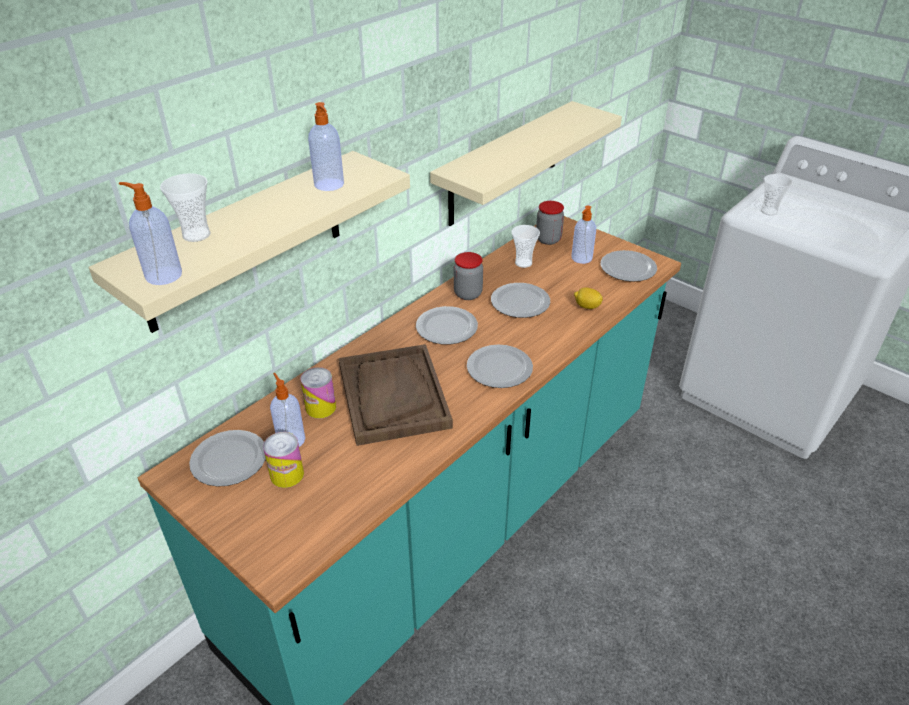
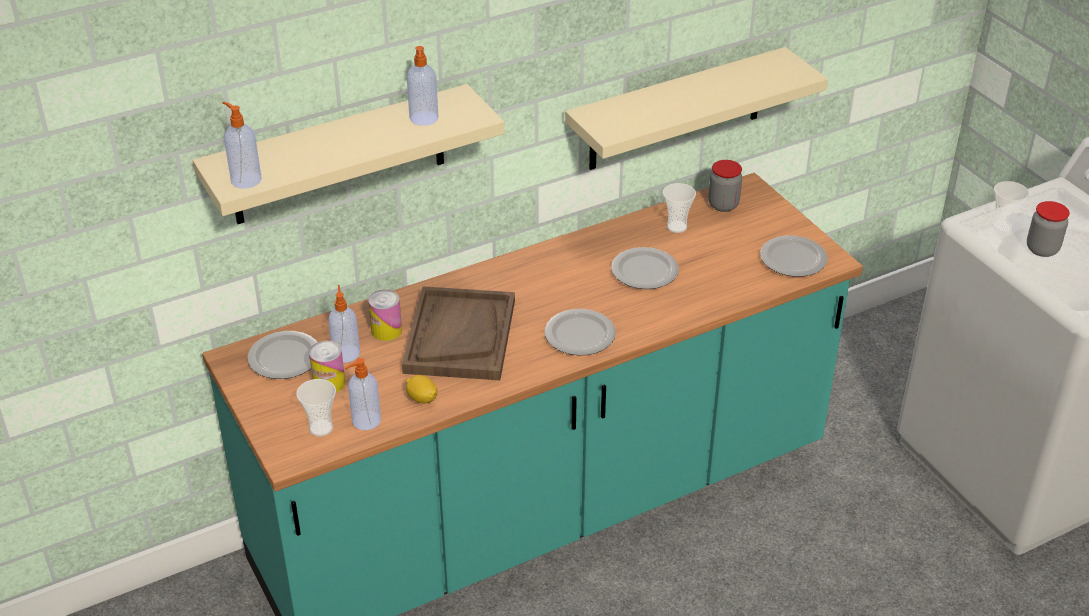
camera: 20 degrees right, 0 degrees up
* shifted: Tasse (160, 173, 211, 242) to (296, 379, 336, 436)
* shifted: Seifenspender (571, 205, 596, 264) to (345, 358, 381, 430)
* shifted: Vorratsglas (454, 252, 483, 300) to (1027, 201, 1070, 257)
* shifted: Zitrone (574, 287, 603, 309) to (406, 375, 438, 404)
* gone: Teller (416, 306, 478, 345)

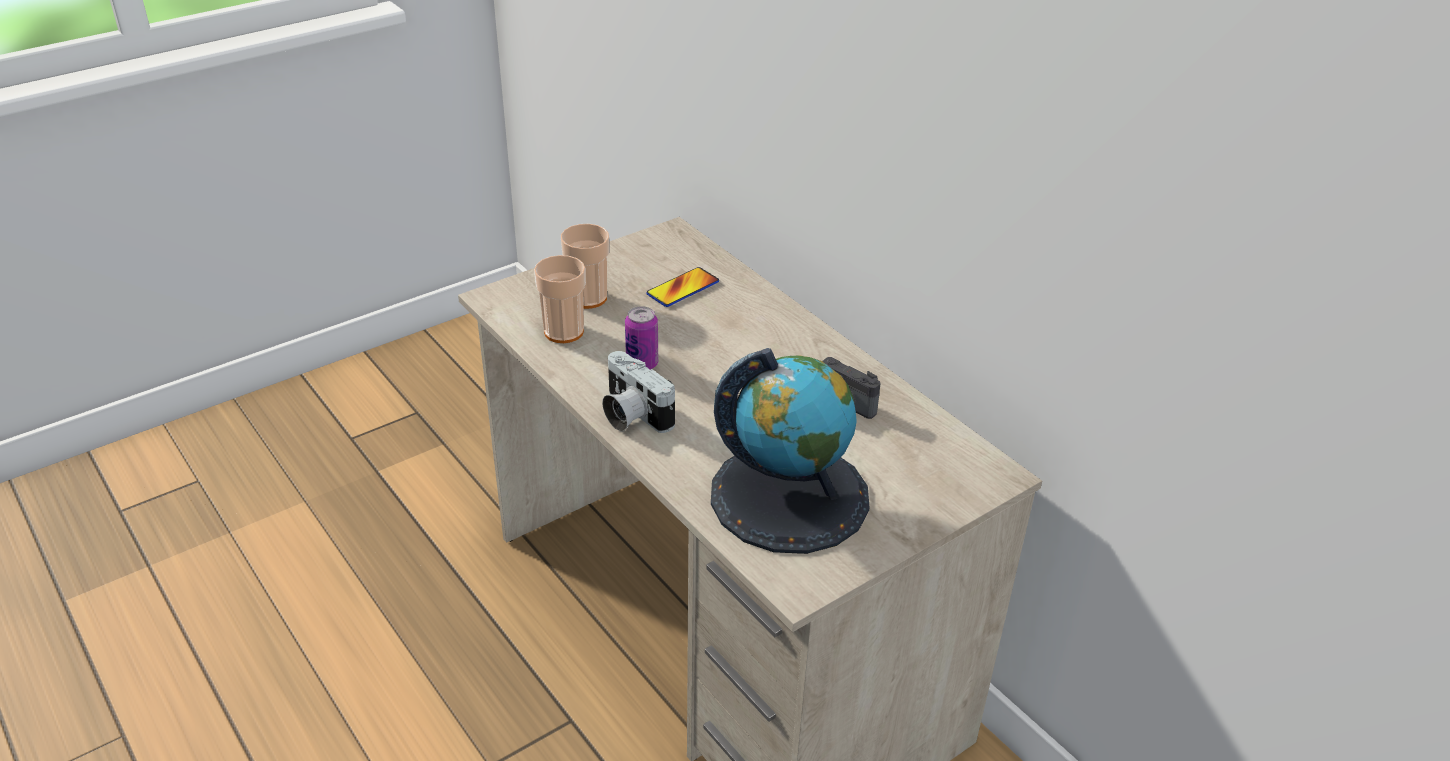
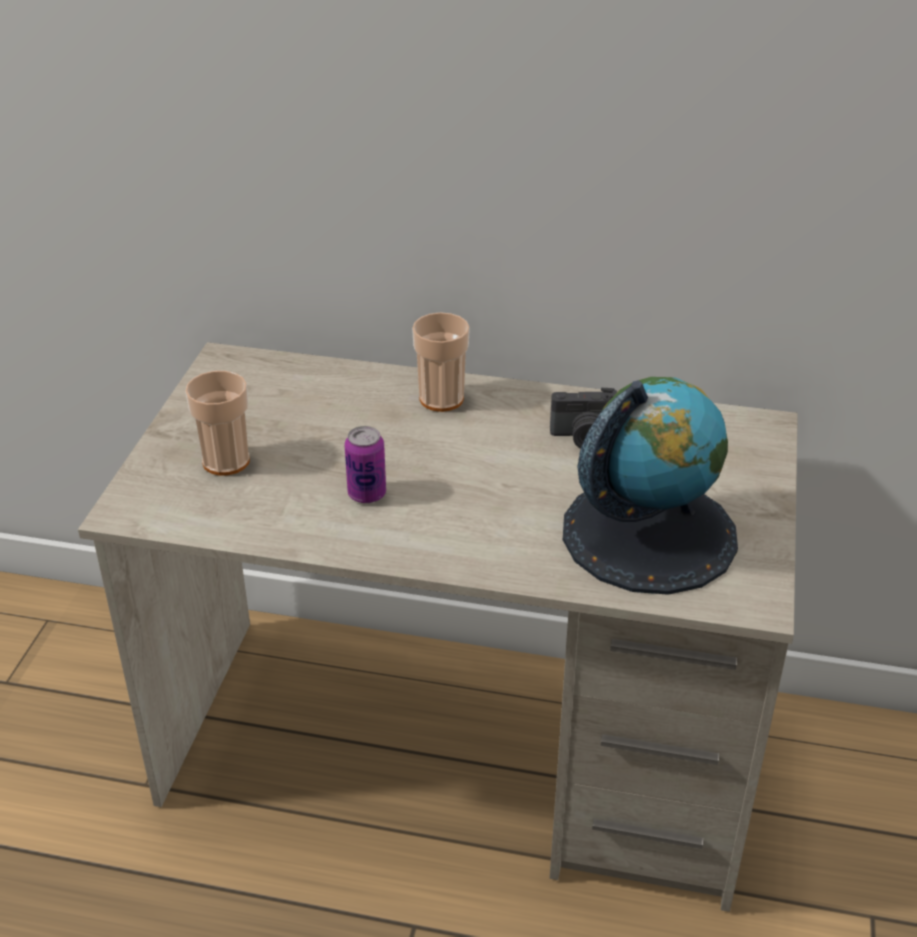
camera: 40 degrees left, 0 degrees up
* shifted: Tasse (534, 255, 586, 343) to (412, 312, 470, 412)
* gone: Handy (647, 267, 719, 307)
* gone: Kamera (602, 351, 675, 433)

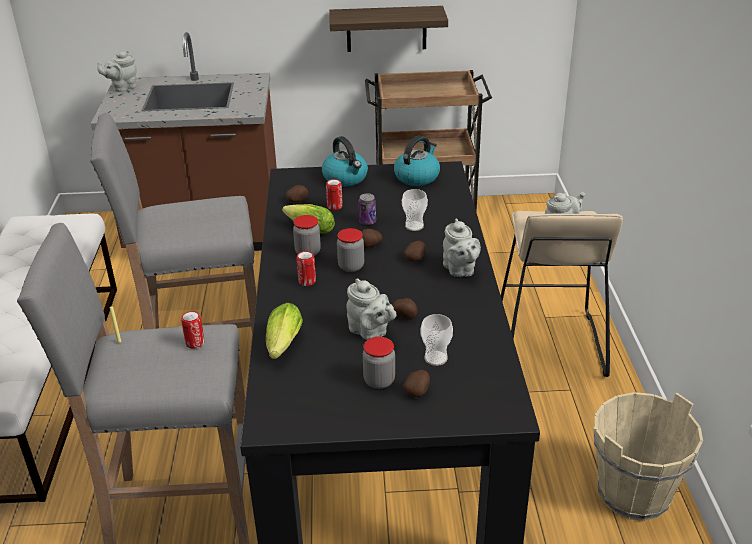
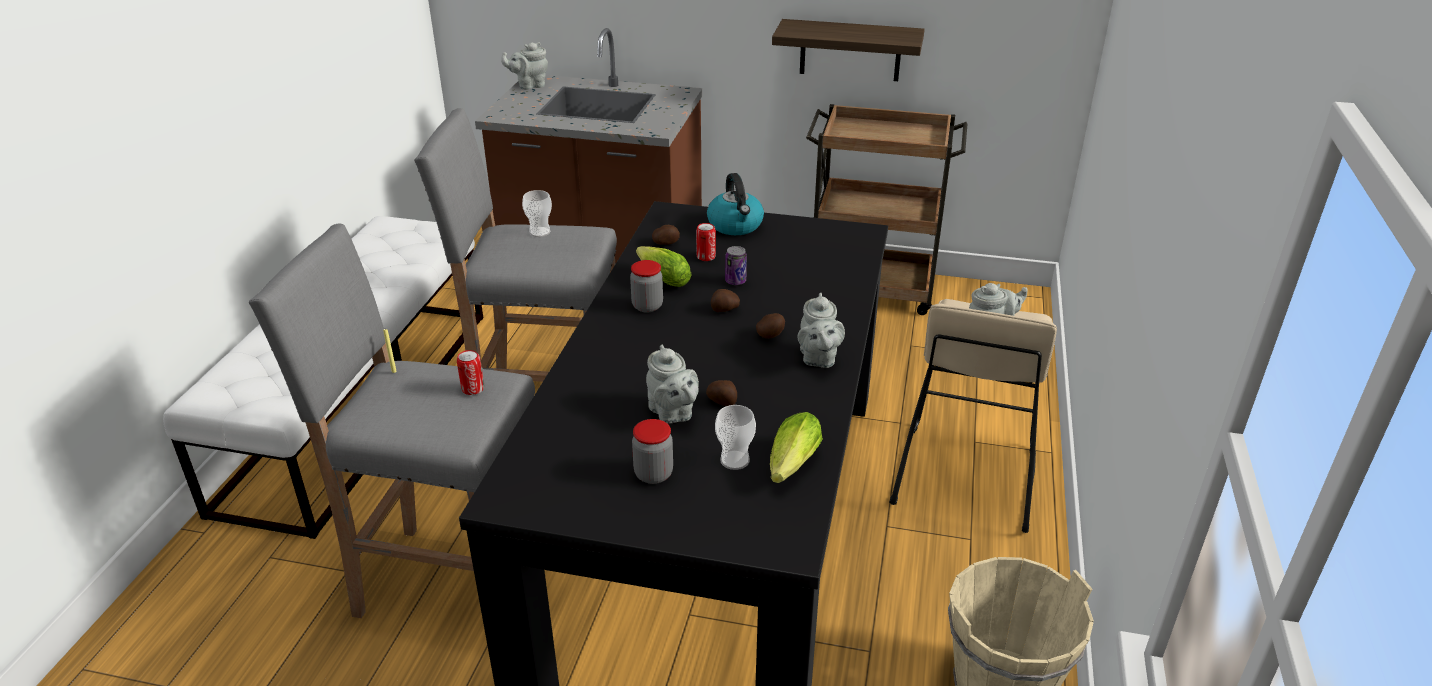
camera: 15 degrees right, 0 degrees up
* gone: Wasserkessel (394, 136, 440, 186)
* shifted: Tasse (402, 189, 428, 231) to (522, 190, 552, 237)
* gone: Vorratsglas (337, 228, 364, 272)
* gone: Dose (296, 251, 316, 286)
* shifted: Salatkopf (266, 303, 303, 359) to (770, 412, 823, 483)
* gone: Kartoffel (403, 370, 430, 397)

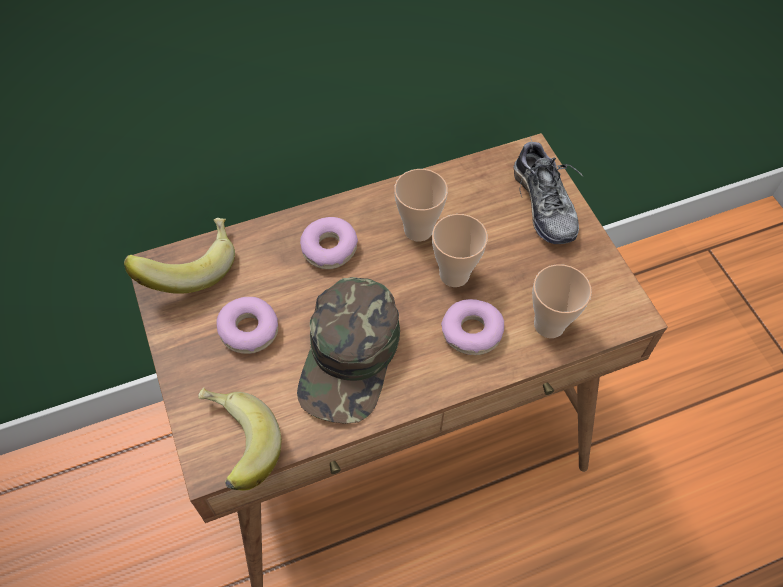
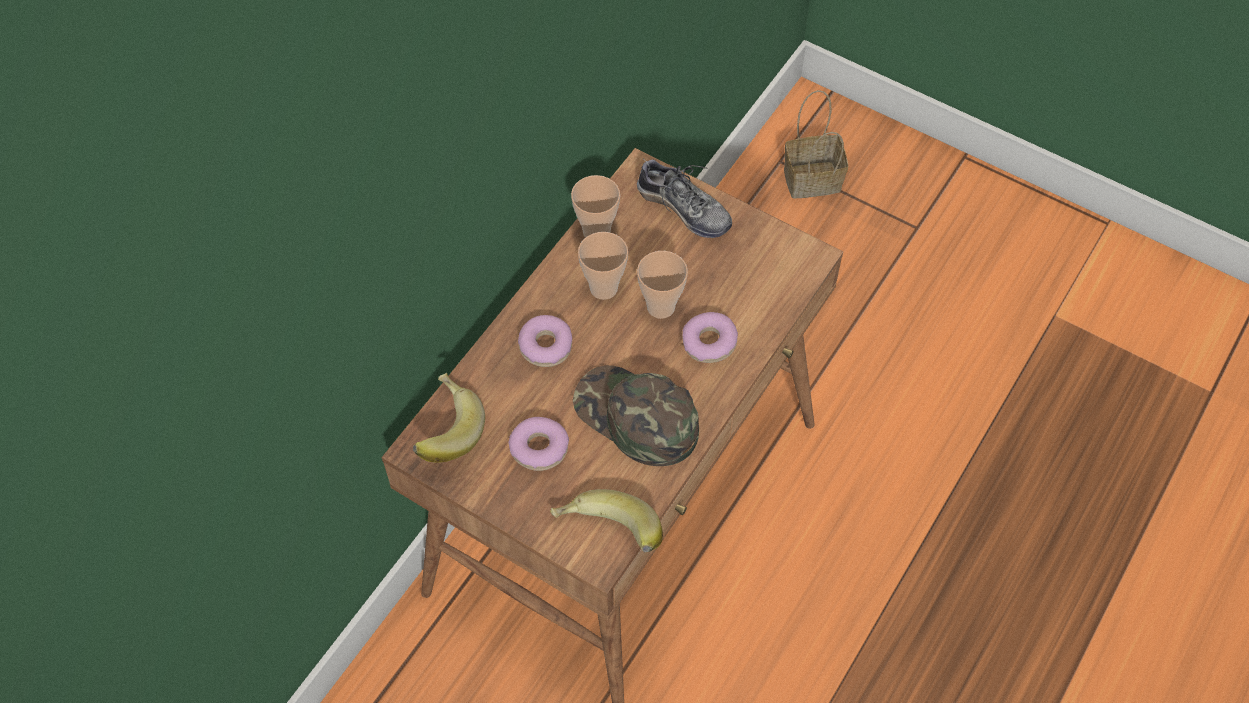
camera: 35 degrees left, 0 degrees up
* shifted: Tasse (532, 264, 592, 338) to (571, 175, 620, 238)
* rotated: Kappe/grün (297, 277, 400, 424) = (573, 365, 699, 466) 150 degrees clockwise
* new: Korb (784, 90, 848, 199)

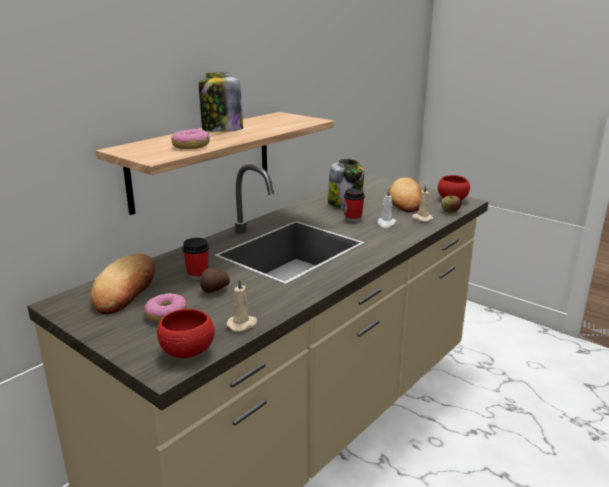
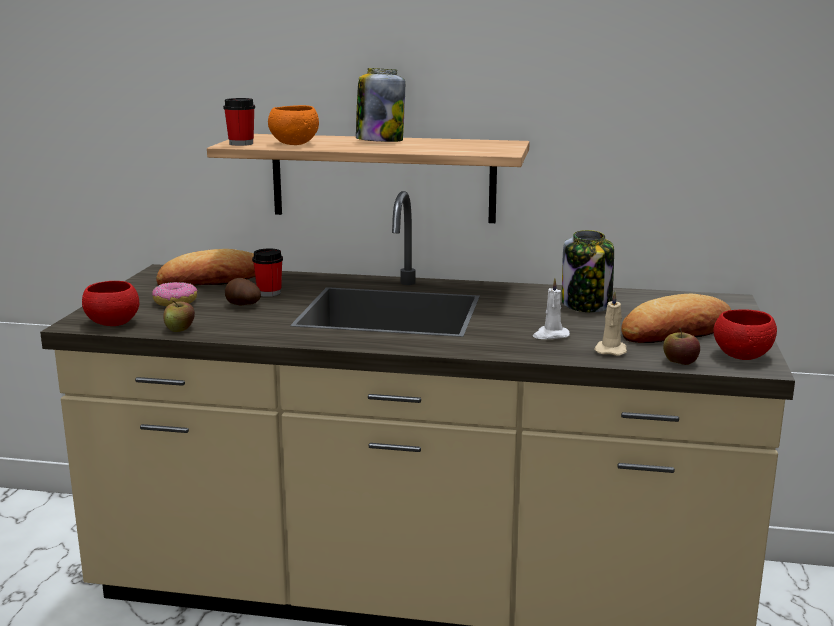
camera: 60 degrees right, 5 degrees down
* swapped: Donut (171, 129, 210, 149) to Schüssel/orange (268, 105, 319, 145)
* shifted: Tasse (344, 188, 365, 222) to (223, 98, 255, 146)
* swapped: Kerze/beige (227, 278, 258, 332) to Apfel (163, 300, 195, 332)

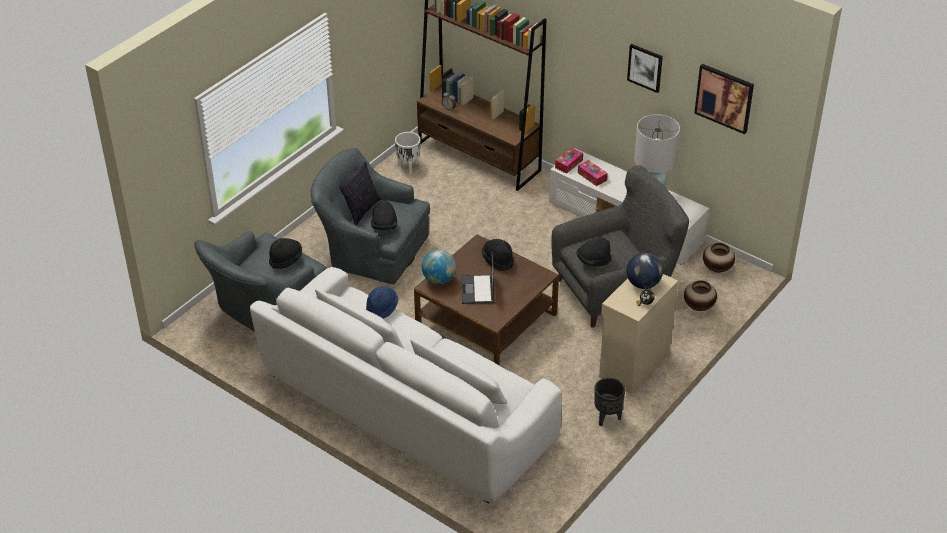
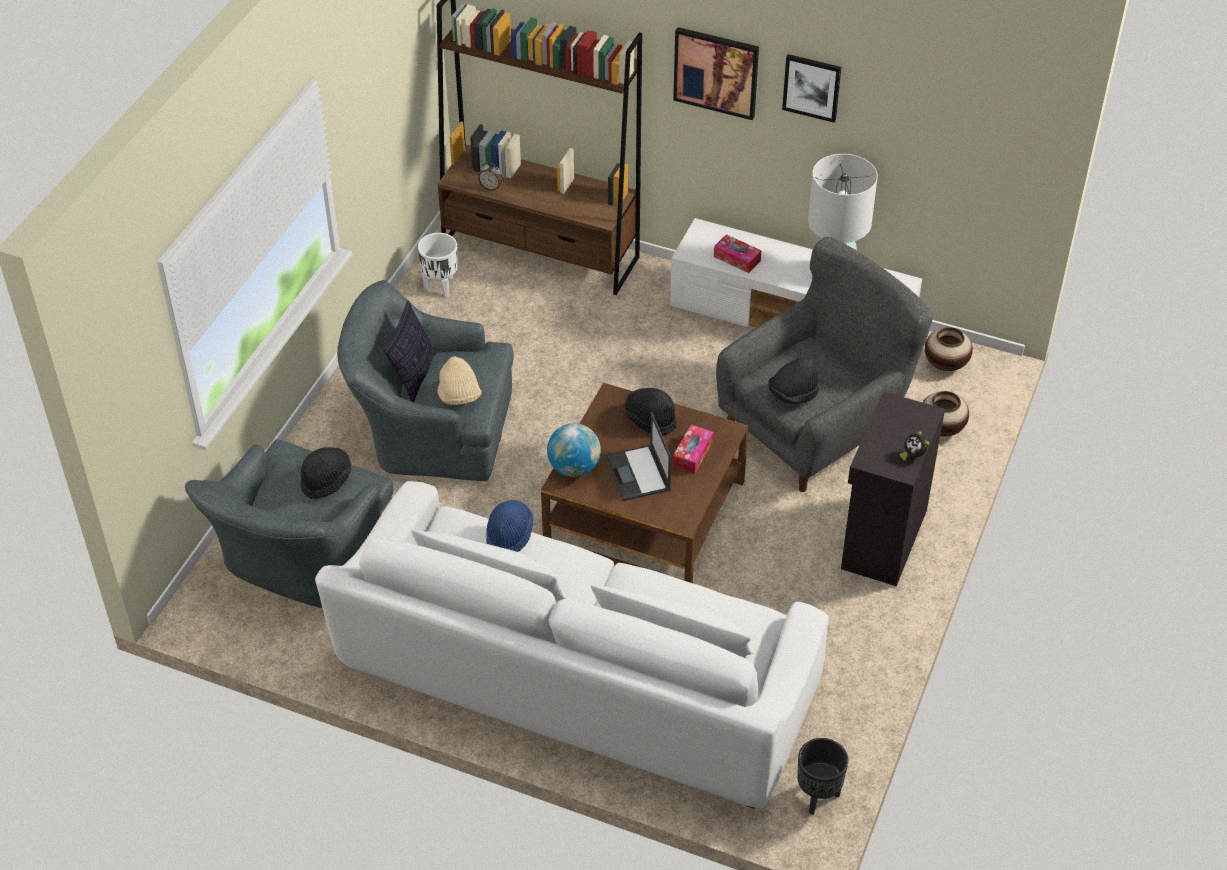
camera: 15 degrees left, 5 degrees up
* shifted: Bild (694, 64, 754, 134) to (673, 27, 759, 120)
* shifted: Taschentuchbox (555, 148, 583, 174) to (672, 425, 713, 474)
* repainted: Hut/schwarz (371, 200, 397, 230) to Hut/beige (437, 356, 482, 405)
* gone: Globus (626, 253, 663, 289)
* repainted: Schrank/beige (599, 274, 678, 394) to Schrank/schwarz (841, 391, 945, 586)
* shifted: Pflanzkübel/schwarz (594, 378, 625, 426) to (797, 738, 848, 815)

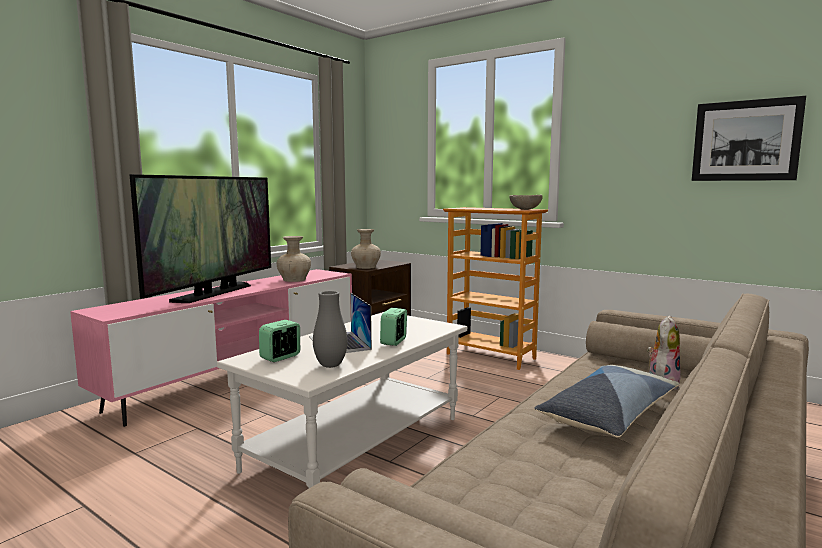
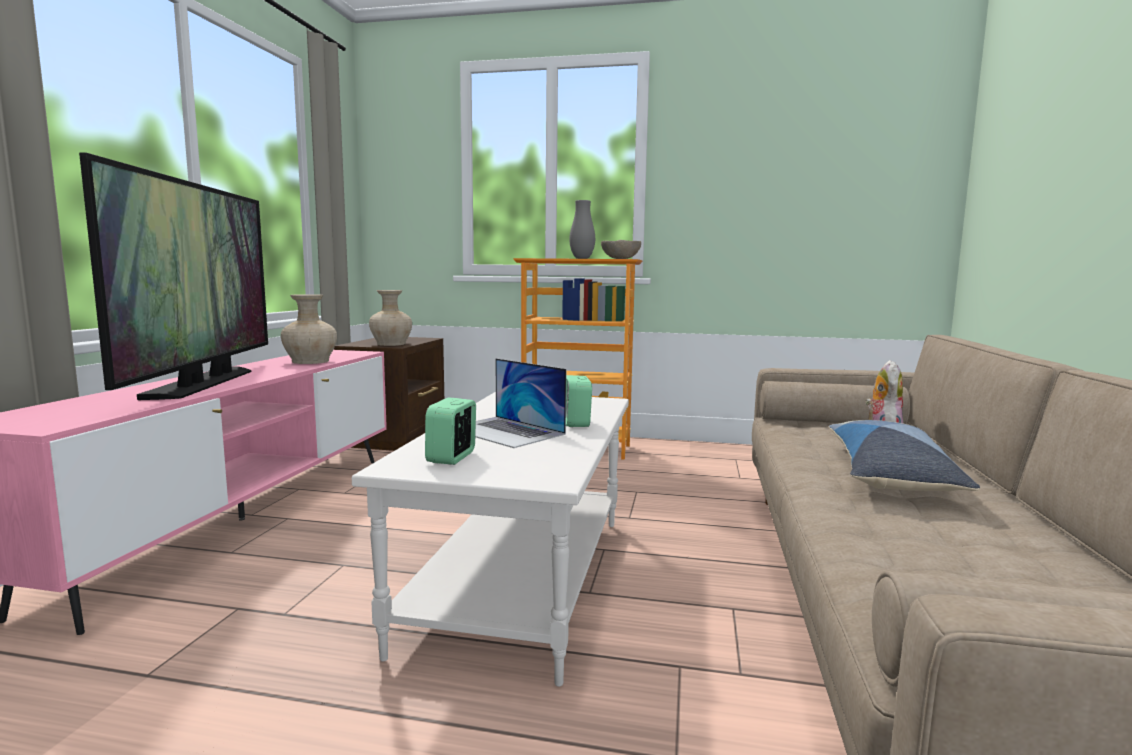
camera: 25 degrees left, 0 degrees up
* gone: Bild (692, 96, 806, 181)
* shifted: Vase/grau (313, 291, 348, 368) to (569, 200, 595, 259)

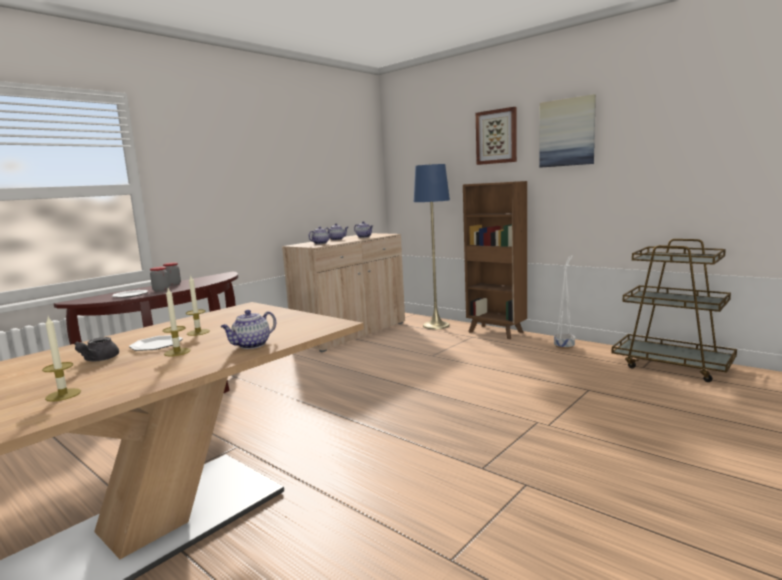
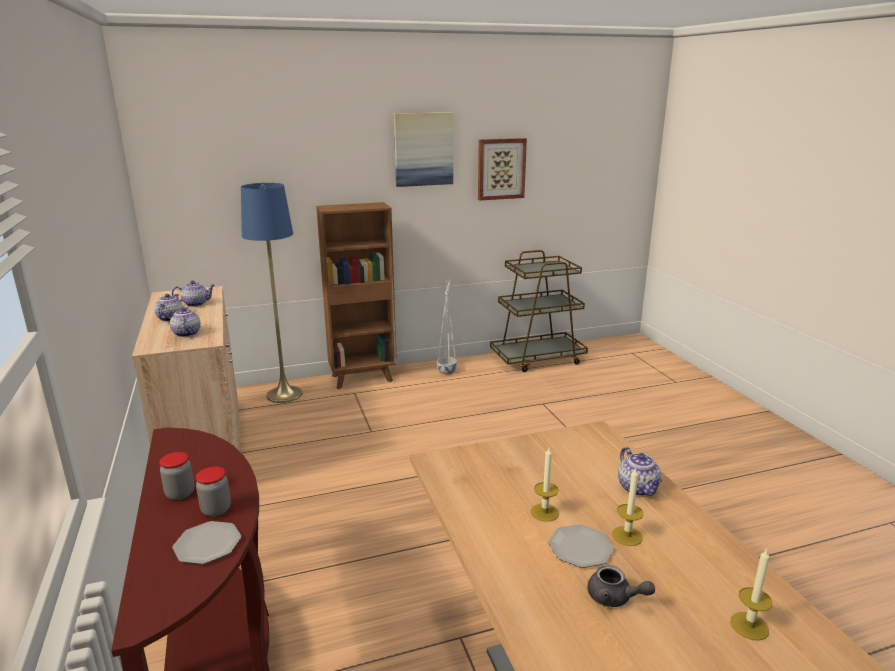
camera: 60 degrees left, 10 degrees up
* shifted: Bild (476, 107, 517, 165) to (478, 138, 527, 201)

